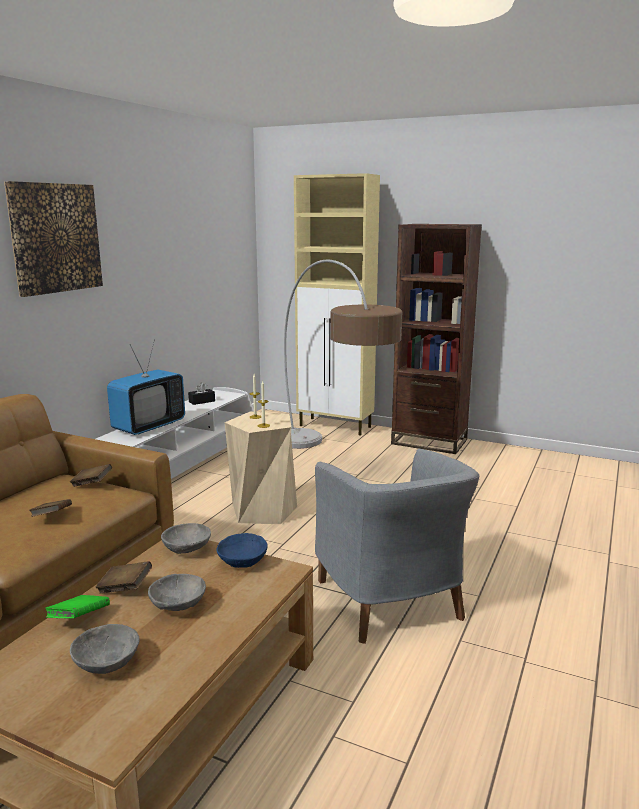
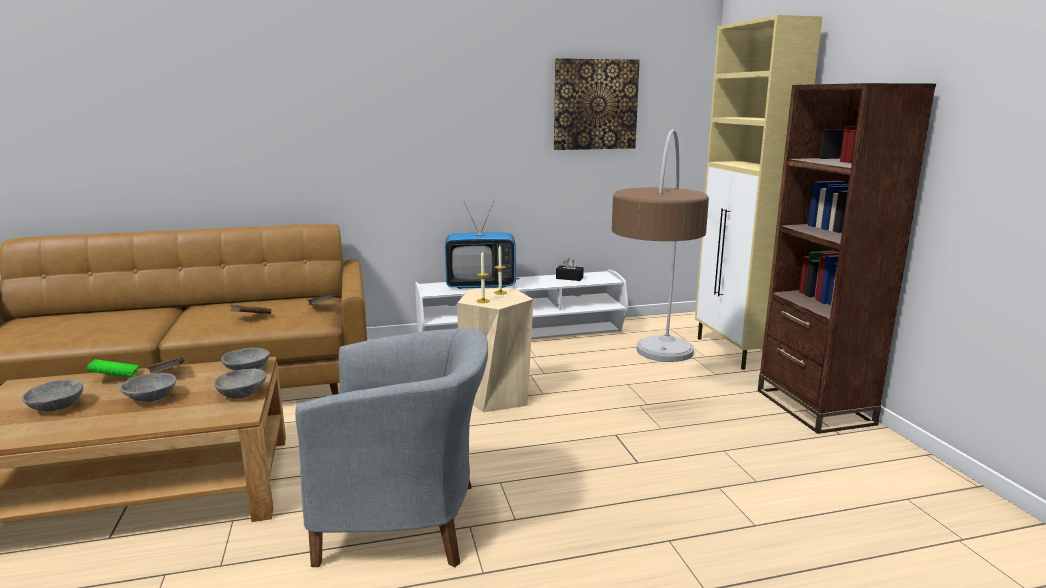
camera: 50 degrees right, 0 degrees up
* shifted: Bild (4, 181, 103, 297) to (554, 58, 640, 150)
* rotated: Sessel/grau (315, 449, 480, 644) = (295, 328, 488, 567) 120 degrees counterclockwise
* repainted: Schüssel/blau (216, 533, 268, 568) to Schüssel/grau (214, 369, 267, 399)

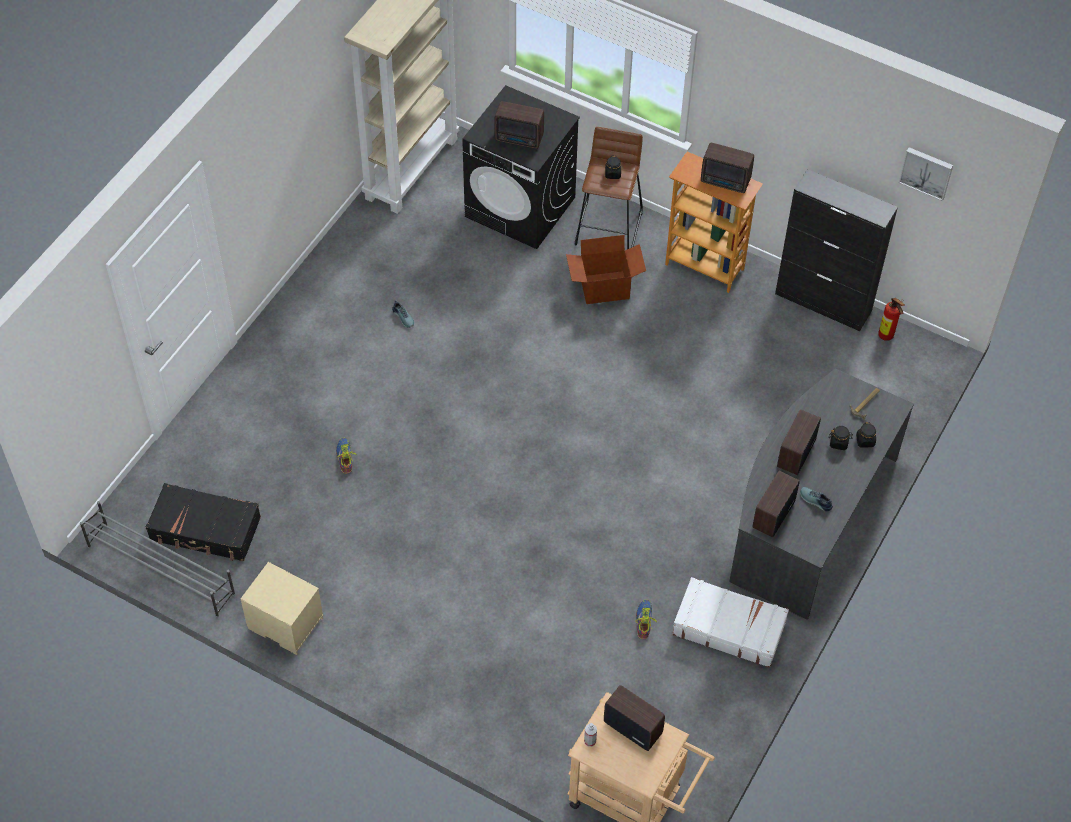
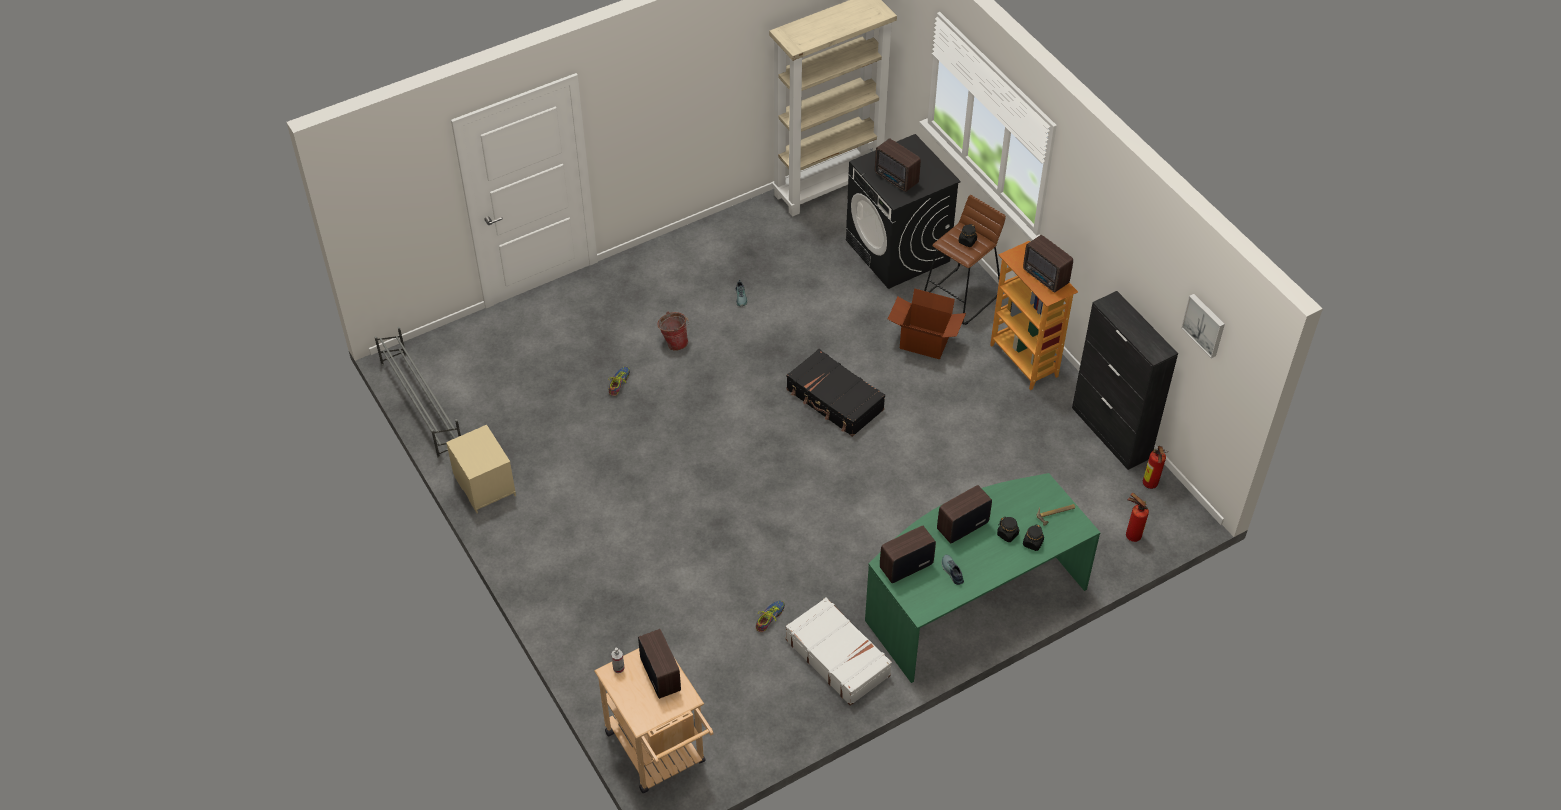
camera: 30 degrees right, 5 degrees down
* repainted: Schreibtisch/grau (729, 368, 914, 620) to Schreibtisch/grün (865, 473, 1101, 683)
* shifted: Koffer/schwarz (146, 483, 261, 561) to (787, 349, 885, 437)
* new: Eimer (657, 312, 689, 351)
* new: Feuerlöscher (1126, 493, 1149, 542)

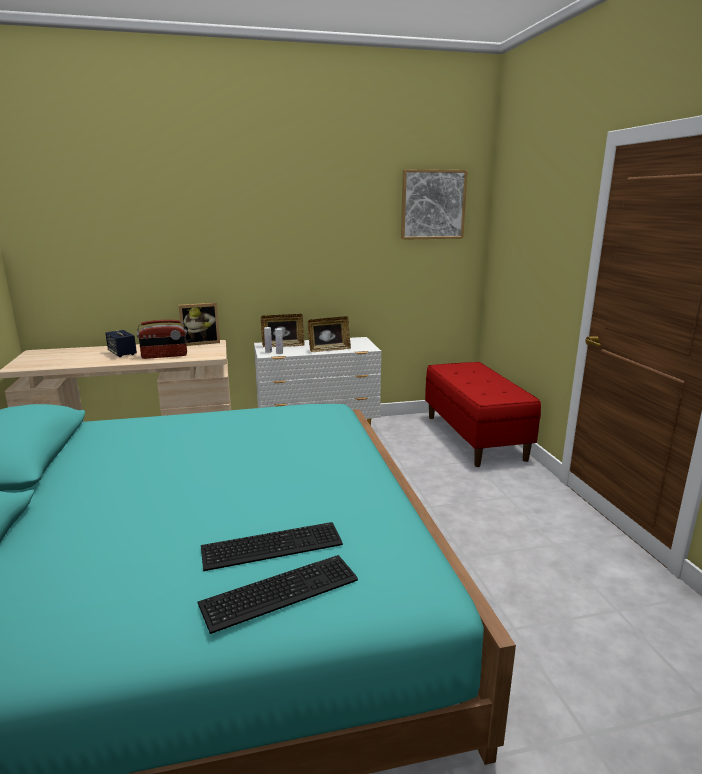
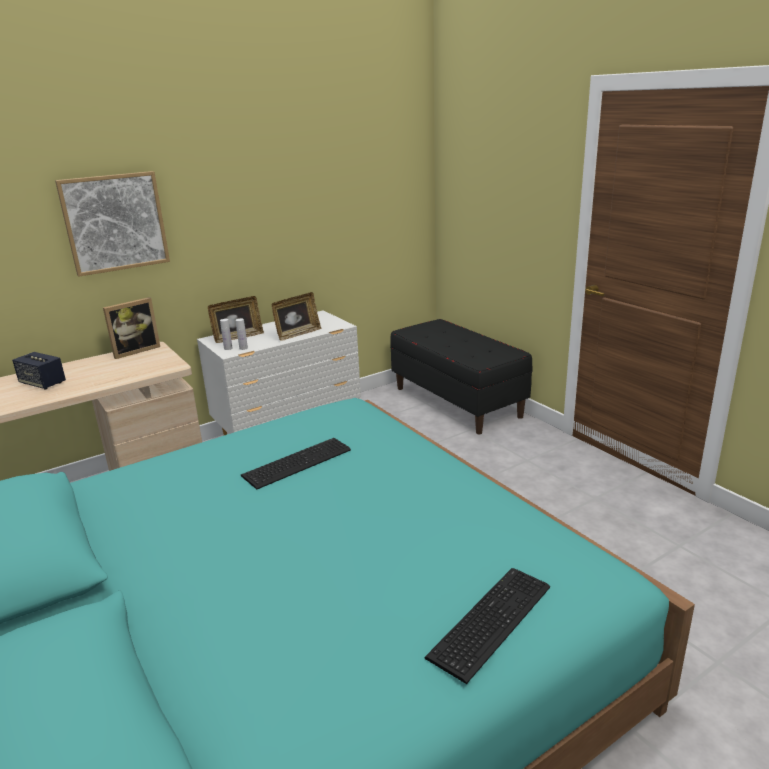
camera: 20 degrees left, 5 degrees up
* shifted: Bild (401, 169, 468, 240) to (55, 171, 170, 277)
* gone: Radio (137, 320, 187, 359)
* repainted: Bank/rot (425, 362, 541, 467) to Bank/schwarz (390, 319, 533, 435)
* shifted: Tastatur (201, 522, 343, 571) to (241, 438, 351, 489)

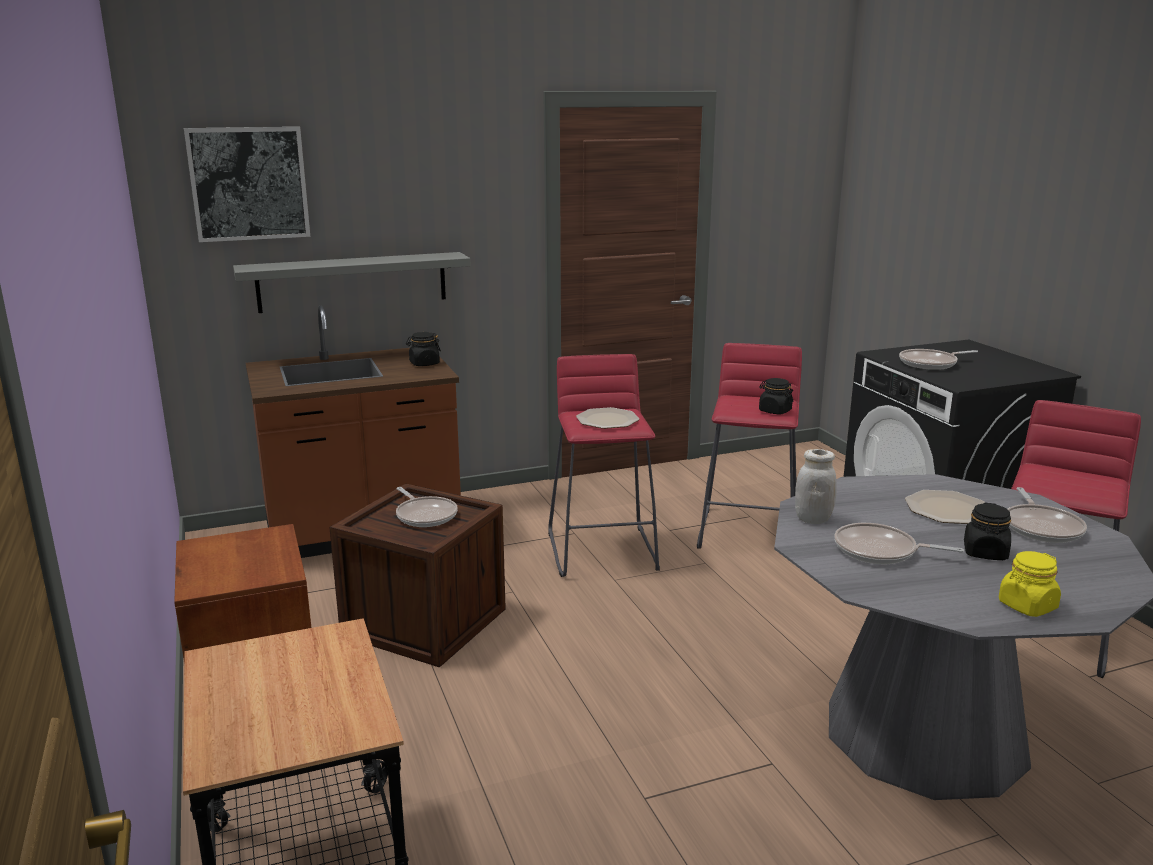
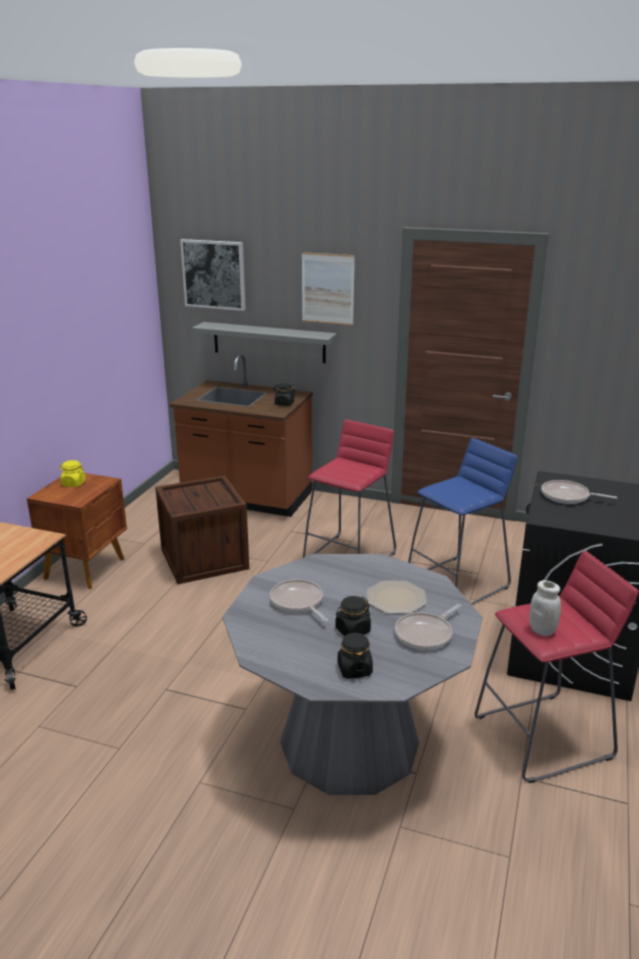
camera: 40 degrees right, 5 degrees up
* repainted: Hocker/rot (697, 343, 802, 549) to Hocker/blau (408, 438, 517, 605)
* shifted: Vorratsglas/schwarz (759, 378, 793, 414) to (338, 632, 373, 679)
* gone: Teller (576, 407, 639, 429)
* shifted: Vorratsglas/weiß (795, 449, 837, 524) to (529, 580, 561, 636)
* gone: Pfanne (396, 487, 458, 527)
* shifted: Vorratsglas/gelb (999, 551, 1061, 617) to (59, 460, 86, 487)
* new: Bild (302, 252, 355, 325)

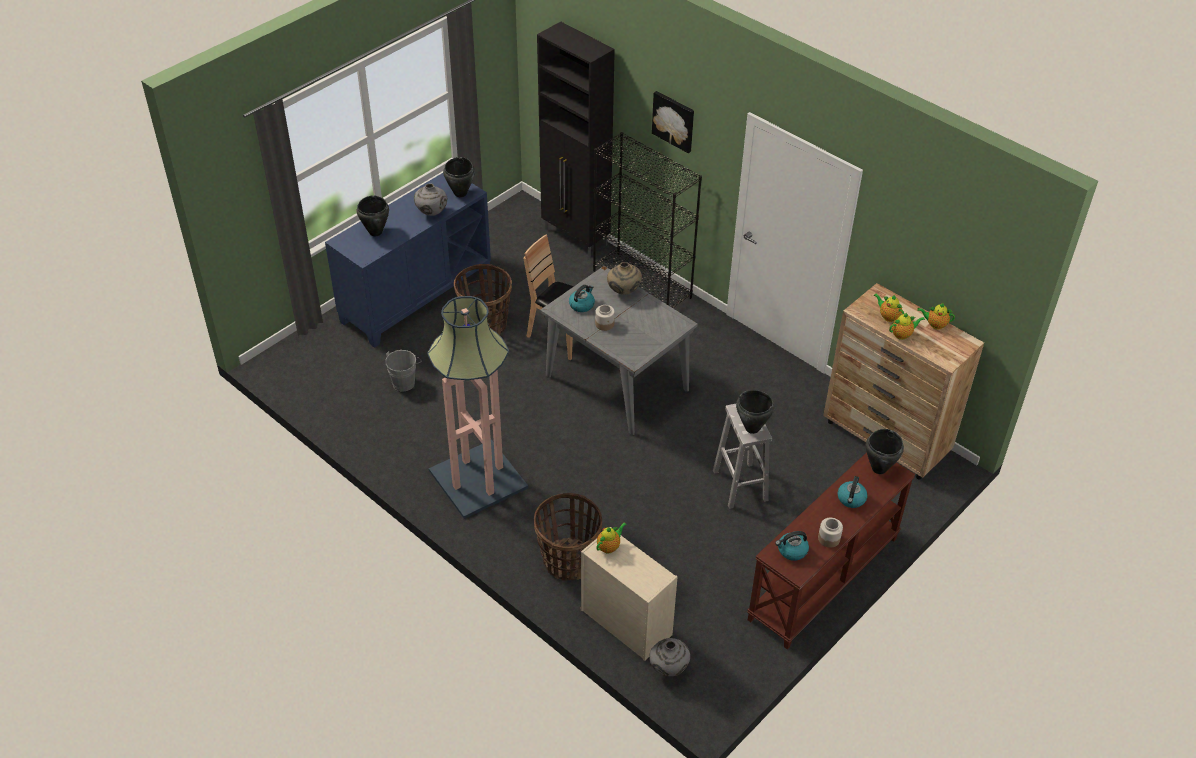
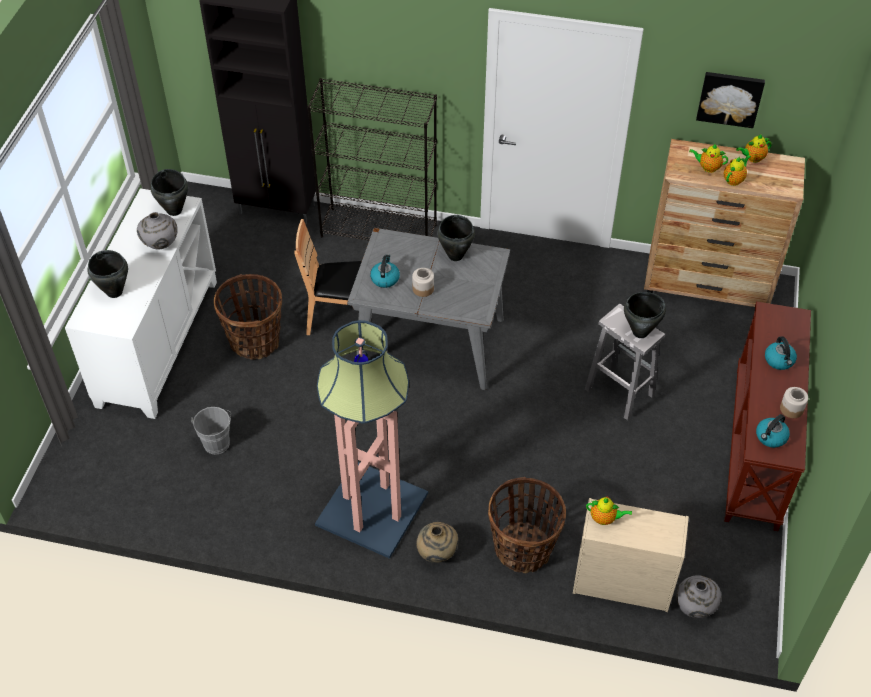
camera: 30 degrees left, 5 degrees up
* shifted: Bild (652, 91, 694, 153) to (696, 72, 765, 128)
* repainted: Schrank/blau (325, 173, 491, 348) to Schrank/weiß (65, 188, 217, 419)
* shifted: Vase/beige (607, 262, 642, 295) to (416, 522, 459, 563)
* shifted: Kochtopf/schwarz (866, 429, 904, 474) to (437, 215, 475, 261)
* rotated: Teekanne (596, 523, 627, 553) = (586, 497, 632, 525) 90 degrees clockwise

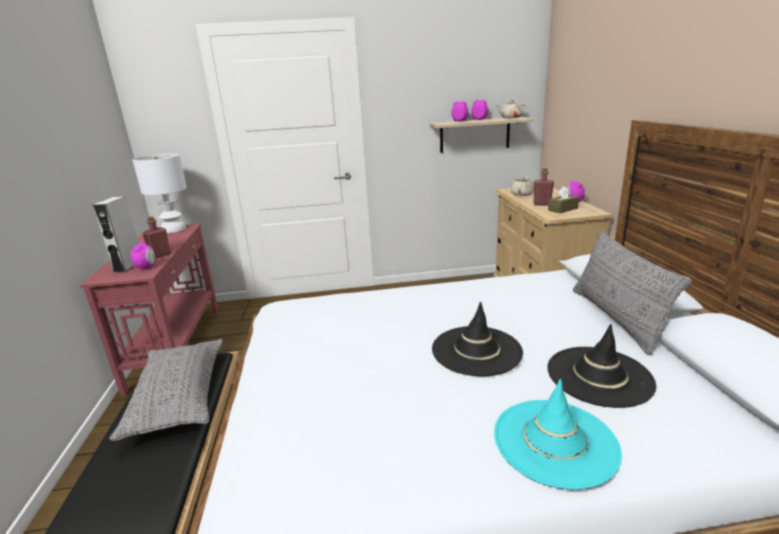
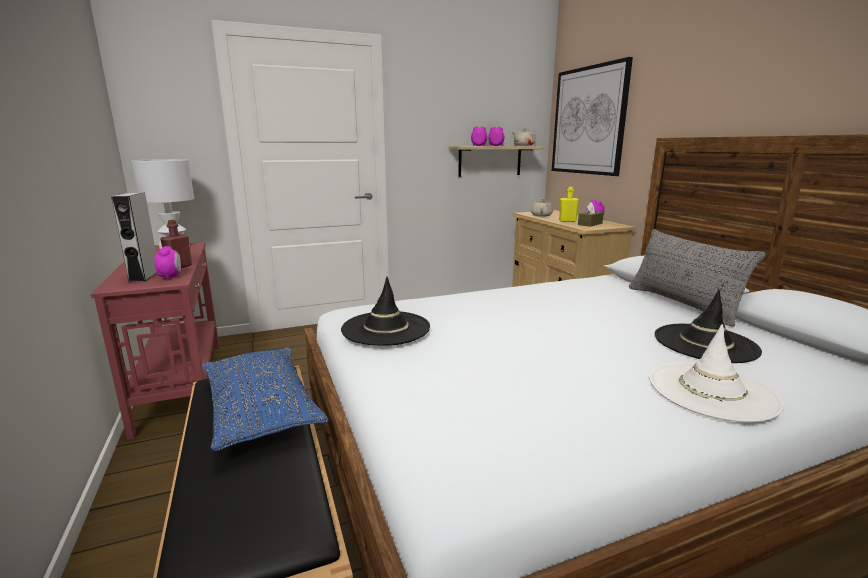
camera: 15 degrees left, 5 degrees down
* repainted: Flasche/rot (533, 168, 554, 206) to Flasche/gelb (559, 187, 579, 222)
* shifted: Hut/schwarz (432, 302, 523, 377) to (341, 277, 430, 346)
* repainted: Kissen/grau (109, 339, 223, 441) to Kissen/blau (203, 347, 328, 451)
* repainted: Hut/türkis (494, 379, 622, 490) to Hut/weiß (649, 324, 784, 423)
* new: Bild (552, 57, 633, 176)

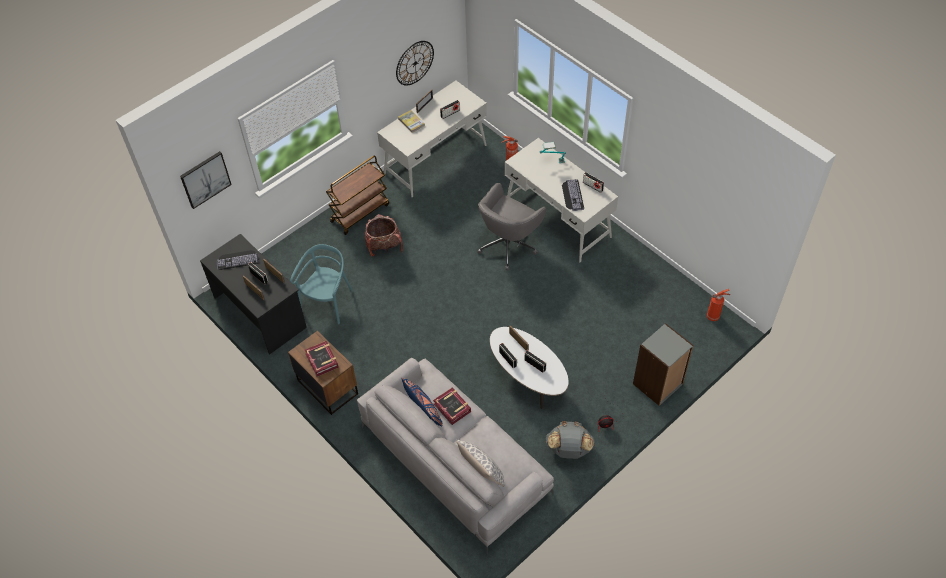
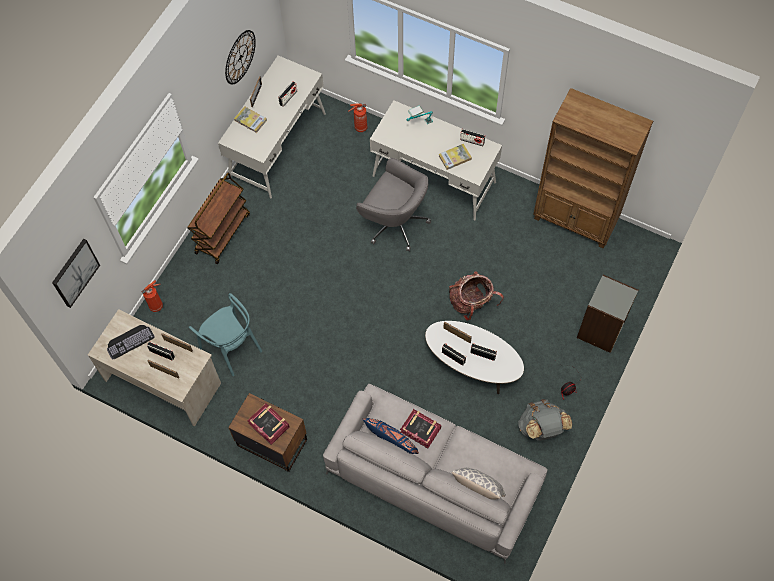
camera: 20 degrees left, 10 degrees up
* swapped: Tastatur (562, 179, 584, 211) to Buch (439, 144, 472, 170)
* rotated: Bürostuhl/grau (477, 183, 546, 271) = (356, 158, 431, 251) 75 degrees counterclockwise
* shifted: Rucksack (365, 214, 403, 256) to (449, 271, 504, 321)
* repainted: Schreibtisch/schwarz (200, 234, 307, 355) to Schreibtisch/beige (88, 309, 221, 427)
* rotated: Stuhl/türkis (290, 244, 353, 324) = (189, 293, 262, 376) 135 degrees clockwise
* shifted: Feuerlöscher (707, 289, 730, 321) to (141, 281, 163, 312)
* new: Bücherregal/braun (533, 88, 653, 249)

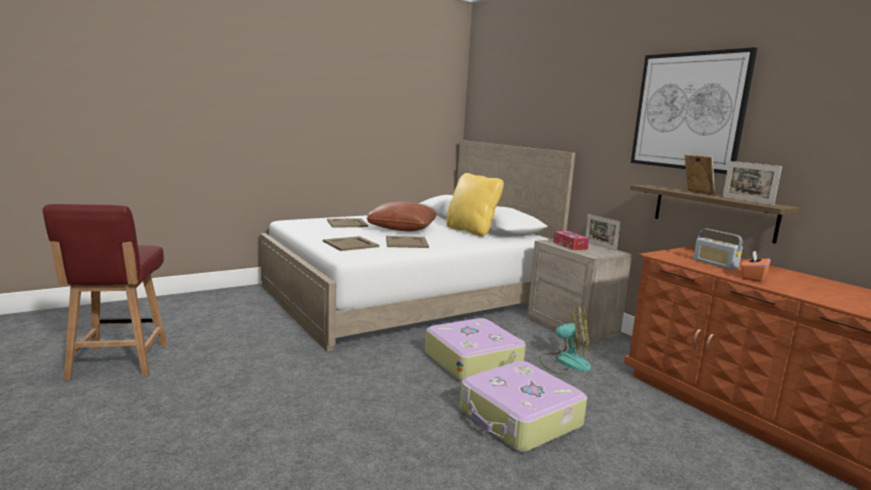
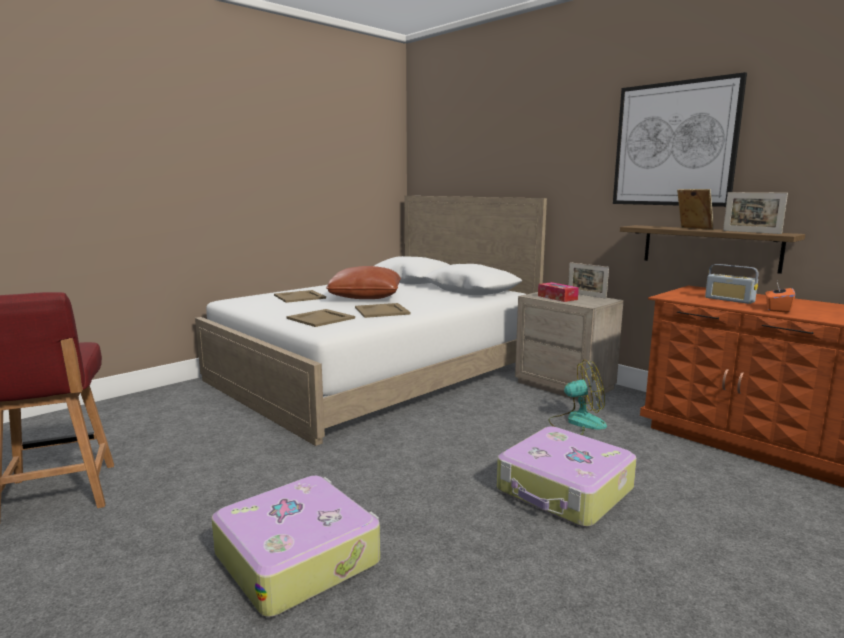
camera: 10 degrees left, 0 degrees up
* gone: Kissen/gelb (446, 173, 504, 237)
* shifted: Koffer (425, 318, 526, 382) to (211, 476, 380, 617)

